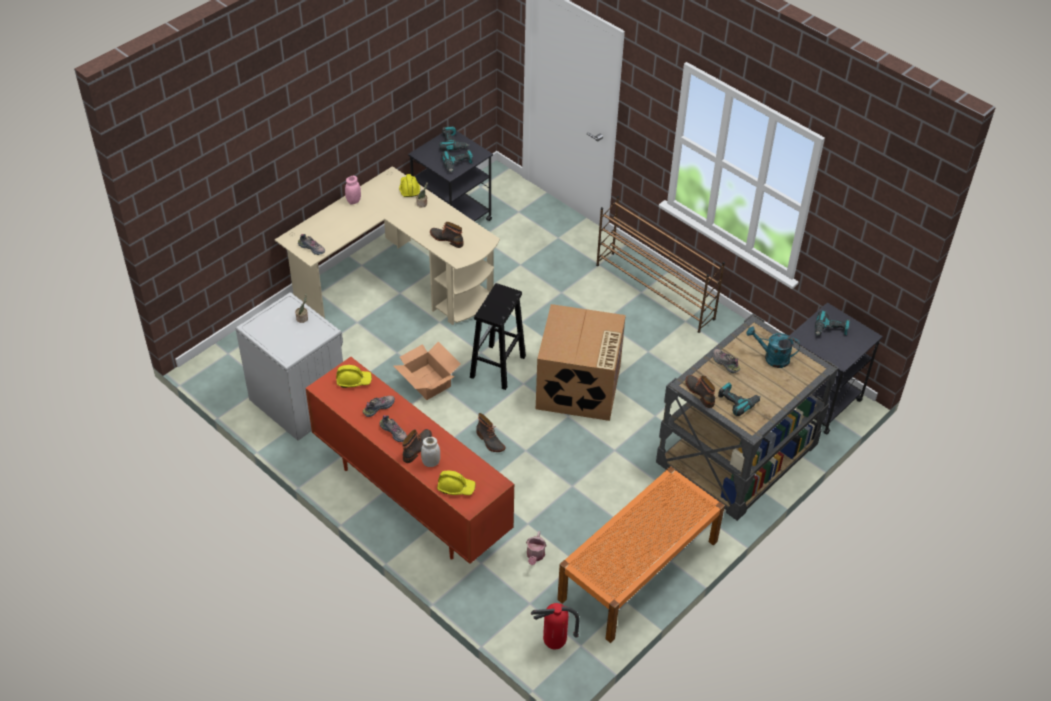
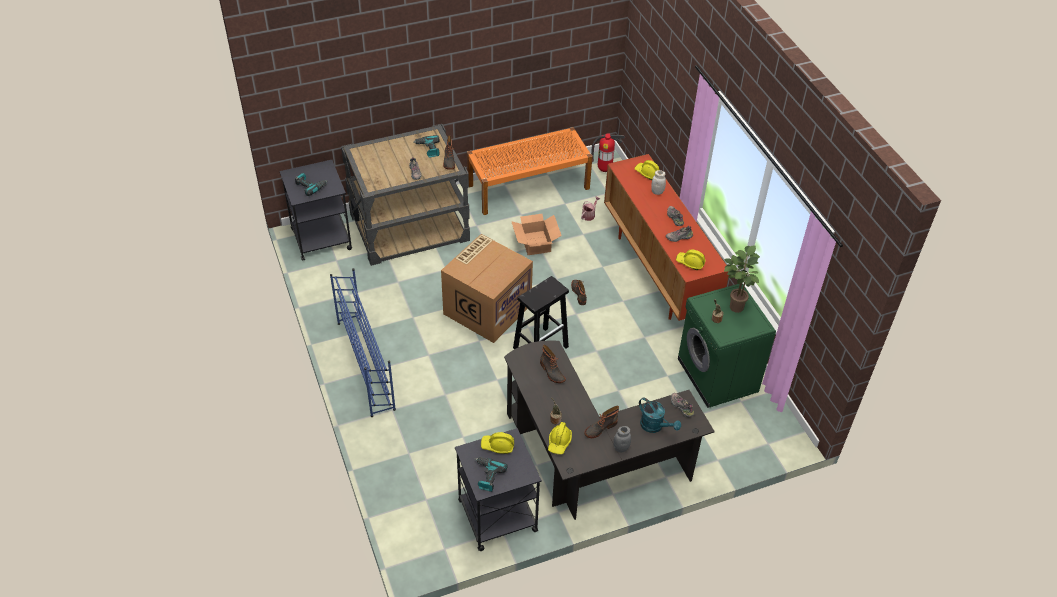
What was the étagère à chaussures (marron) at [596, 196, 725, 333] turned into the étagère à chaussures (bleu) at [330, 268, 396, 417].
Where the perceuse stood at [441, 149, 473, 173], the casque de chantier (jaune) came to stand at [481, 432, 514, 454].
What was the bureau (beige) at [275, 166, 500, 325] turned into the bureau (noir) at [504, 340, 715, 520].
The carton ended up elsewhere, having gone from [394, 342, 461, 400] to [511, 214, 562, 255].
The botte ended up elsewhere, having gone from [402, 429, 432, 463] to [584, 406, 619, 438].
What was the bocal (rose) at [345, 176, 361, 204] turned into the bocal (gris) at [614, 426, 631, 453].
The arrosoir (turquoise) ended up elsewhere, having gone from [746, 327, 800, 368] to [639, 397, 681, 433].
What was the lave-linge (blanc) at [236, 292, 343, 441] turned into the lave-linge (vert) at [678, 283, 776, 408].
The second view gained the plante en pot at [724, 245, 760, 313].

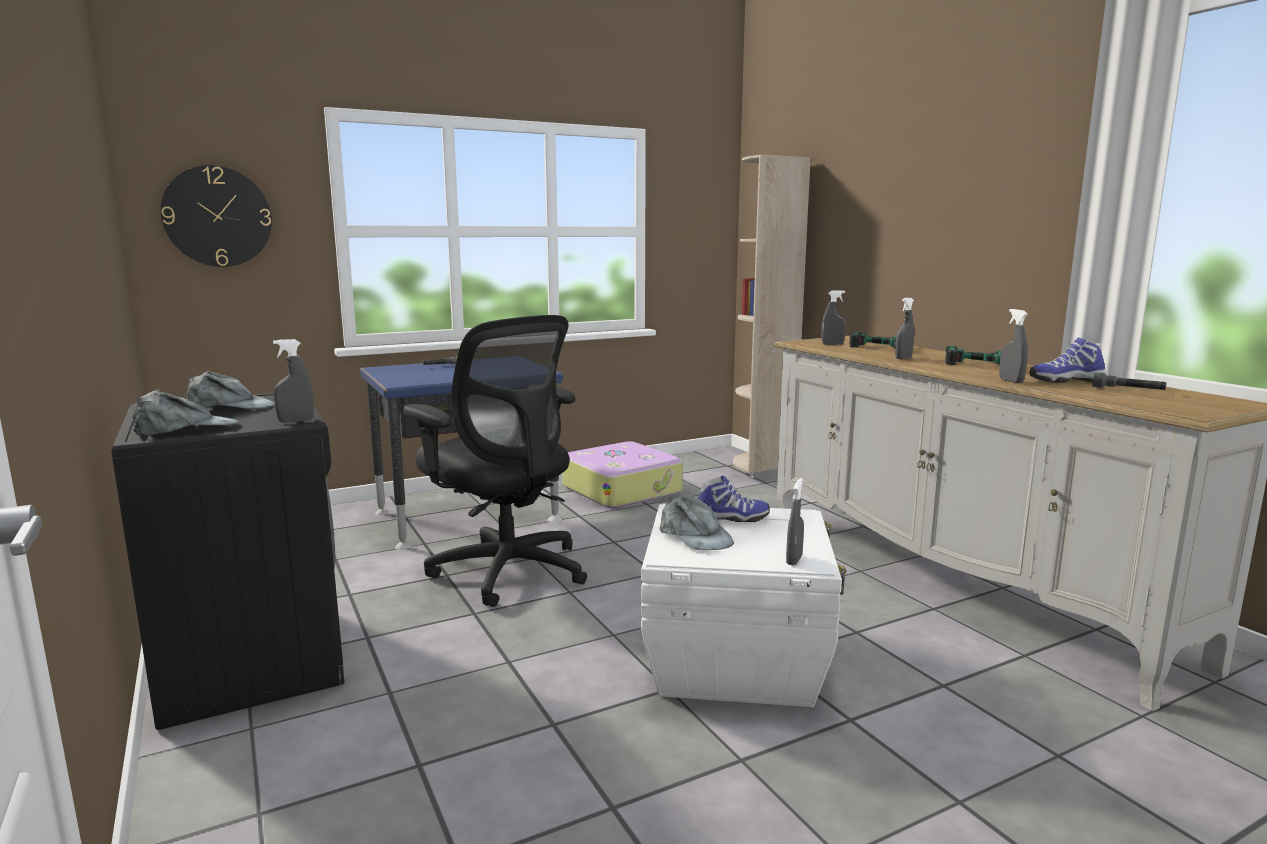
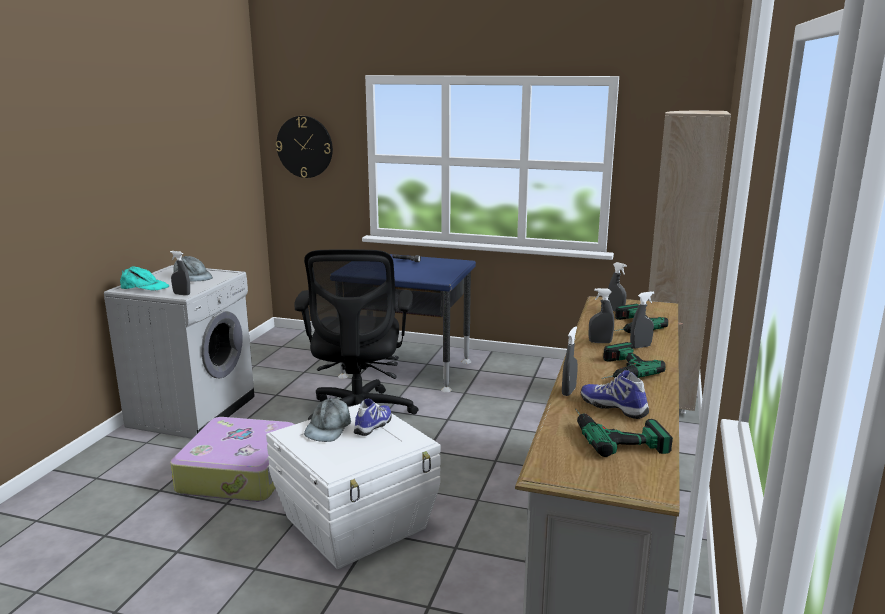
What was the lave-linge (noir) at [111, 393, 345, 730] turned into the lave-linge (blanc) at [104, 265, 255, 439].
What was the casquette (gris) at [132, 390, 239, 436] turned into the casquette (turquoise) at [120, 267, 169, 291].
The valise ended up elsewhere, having gone from [562, 441, 683, 508] to [170, 417, 295, 502].
The chaussure at [698, 476, 770, 522] ended up facing another way, 105 degrees counterclockwise from before.
Where the lampe de poche (gris) stood at [1093, 372, 1167, 390], the perceuse came to stand at [575, 409, 673, 457].
The vaporisateur (gris) ended up elsewhere, having gone from [786, 478, 804, 565] to [630, 291, 654, 349].

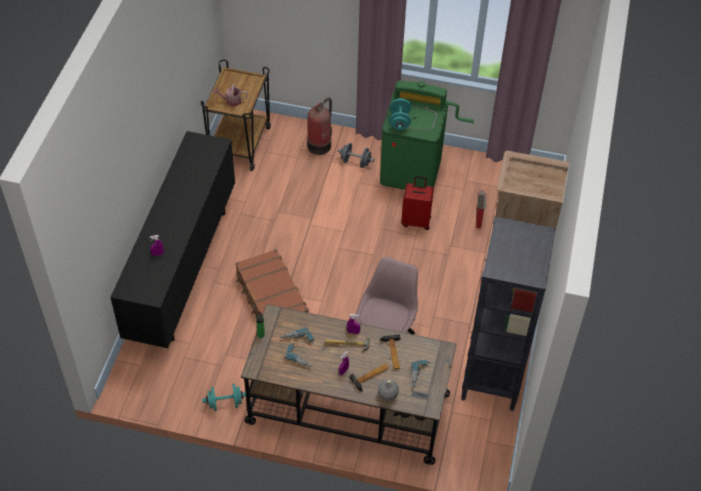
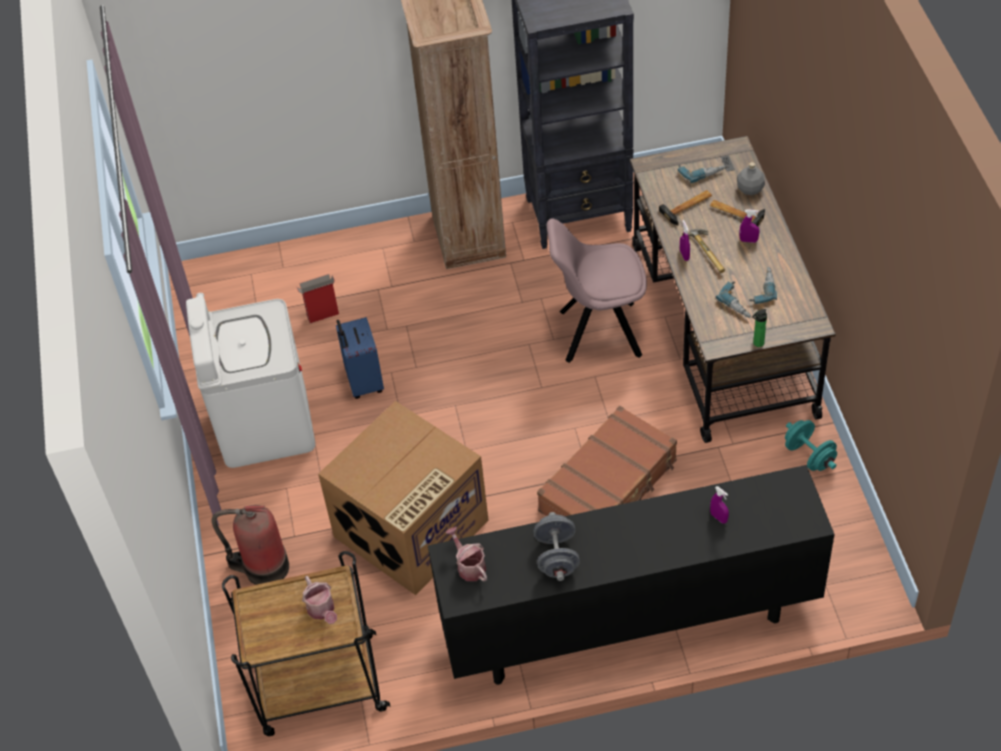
What was the lave-linge (vert) at [380, 81, 474, 190] turned into the lave-linge (blanc) at [186, 293, 315, 468].
The second view gained the carton at [318, 401, 488, 595].
What was the valise (rouge) at [401, 176, 434, 230] turned into the valise (bleu) at [336, 317, 384, 399].
The second view gained the arrosoir at [446, 527, 487, 582].
The haltère (gris) ended up elsewhere, having gone from [338, 143, 374, 168] to [533, 512, 580, 581].
The second view lost the haltère (turquoise) at [389, 98, 412, 130].

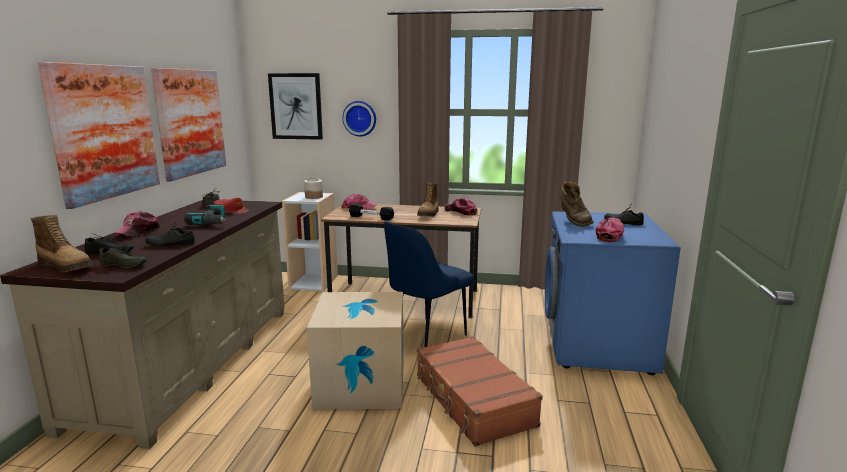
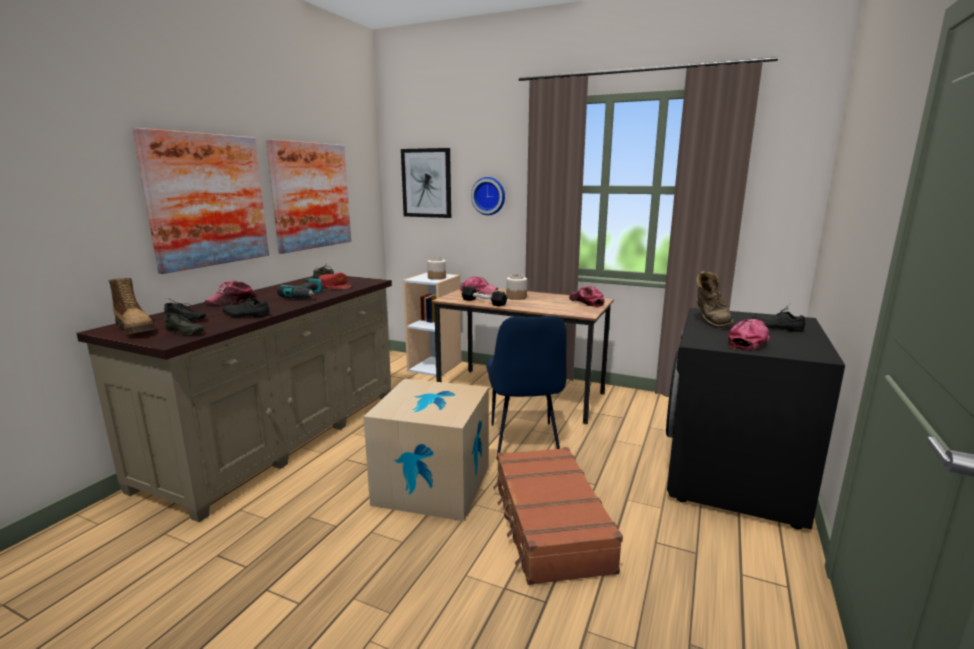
The chaise (bleu) at [384, 222, 474, 347] ended up facing another way, 60 degrees counterclockwise from before.
The second view gained the bocal at [506, 274, 527, 300].
What was the lave-linge (bleu) at [545, 212, 681, 375] turned into the lave-linge (noir) at [666, 308, 845, 529].
The second view lost the botte at [417, 182, 439, 217].

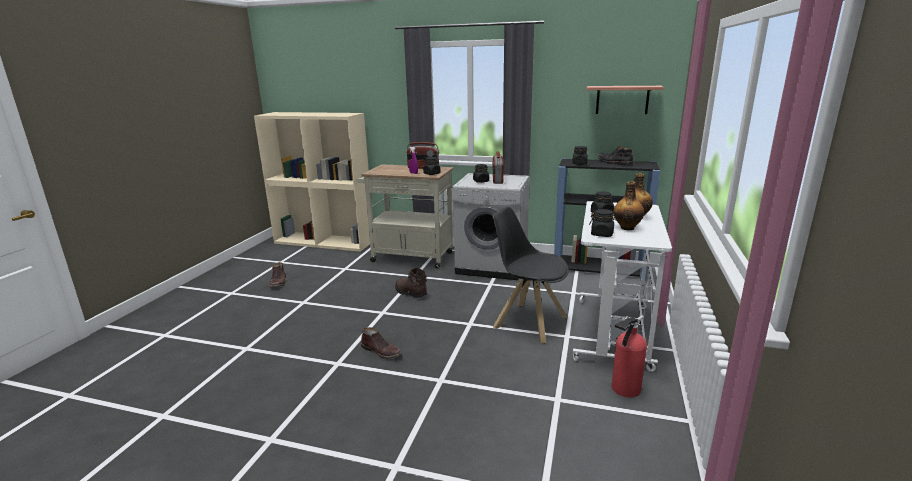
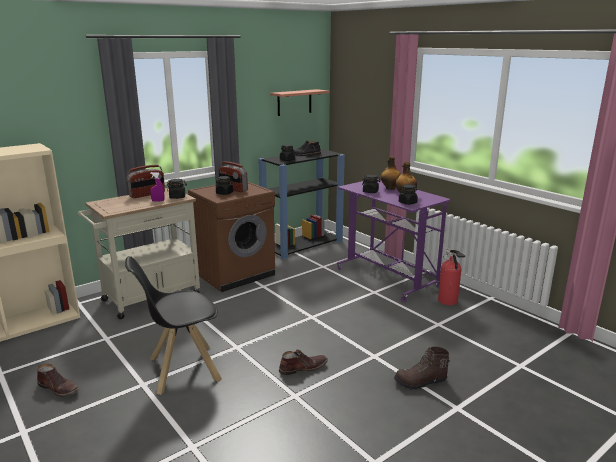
The chaise (noir) ended up elsewhere, having gone from [492, 207, 569, 343] to [125, 256, 222, 395].
What was the lave-linge (blanc) at [452, 173, 530, 280] turned into the lave-linge (marron) at [188, 182, 275, 292].
What was the bureau (blanc) at [573, 201, 672, 372] turned into the bureau (violet) at [337, 179, 450, 302].
The botte (marron) ended up elsewhere, having gone from [395, 268, 427, 298] to [394, 346, 450, 390].

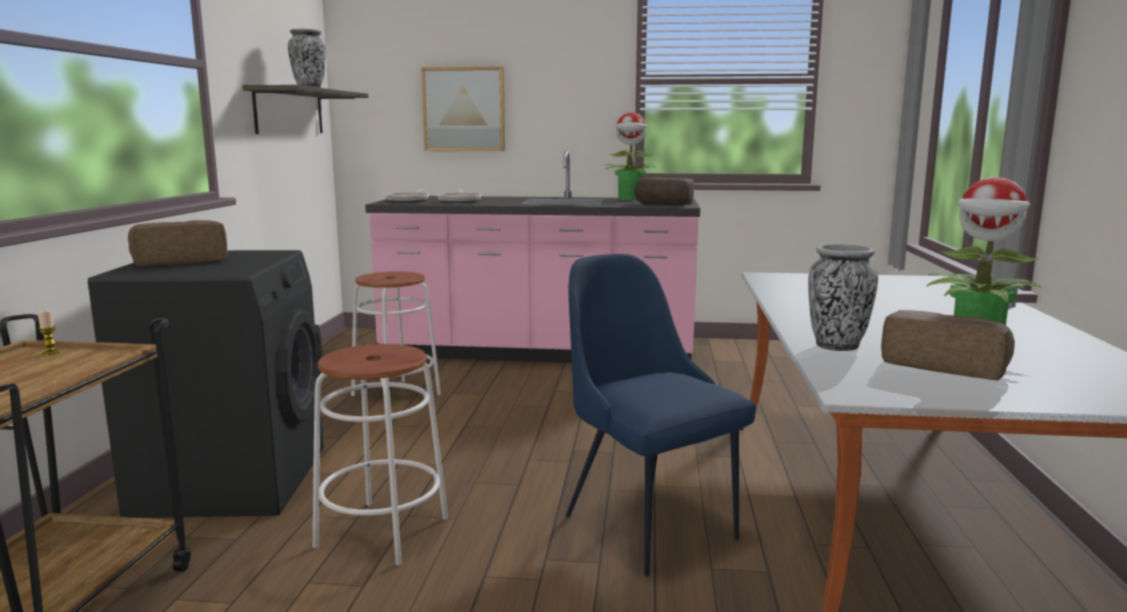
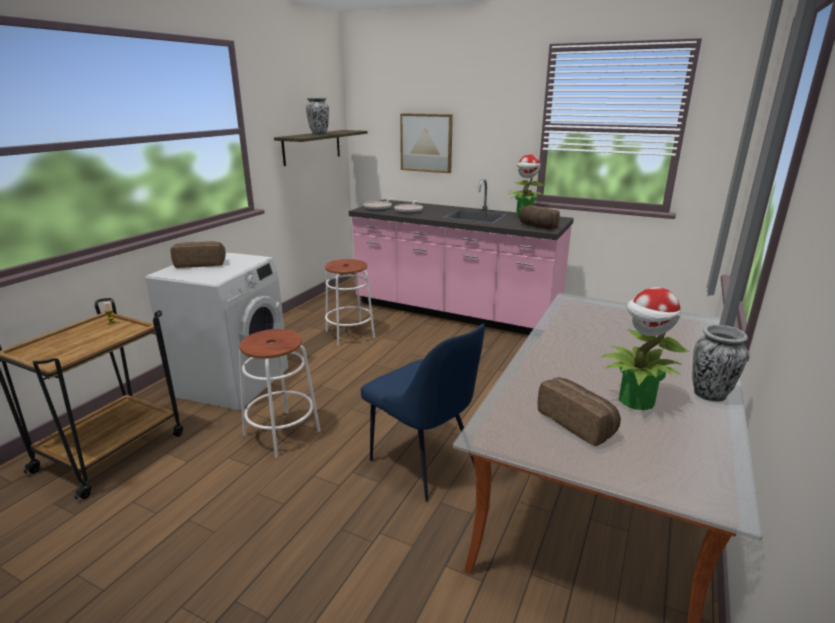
What was the lave-linge (noir) at [88, 250, 324, 518] turned into the lave-linge (blanc) at [145, 252, 288, 410].
The chaise (bleu) at [566, 254, 756, 576] ended up facing another way, 150 degrees clockwise from before.
The vase ended up elsewhere, having gone from [808, 244, 878, 351] to [692, 325, 748, 402].

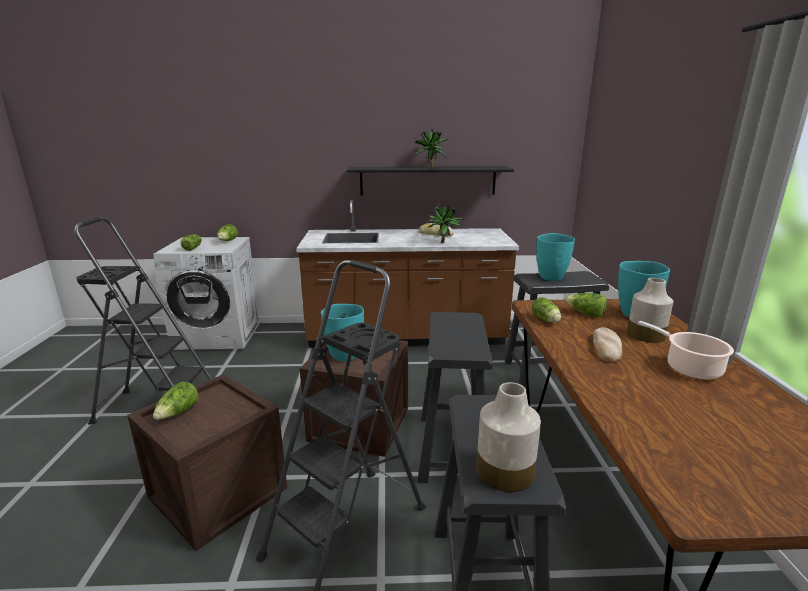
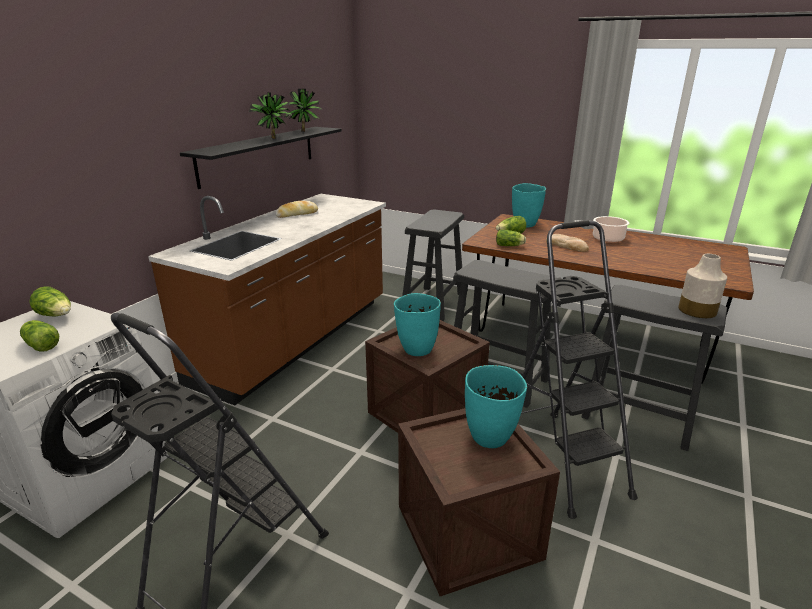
The plante en pot ended up elsewhere, having gone from [428, 205, 463, 243] to [285, 89, 322, 132].
The vase (turquoise) ended up elsewhere, having gone from [537, 233, 575, 281] to [465, 365, 527, 448].
The second view lost the laitue at [153, 382, 199, 420].
The second view lost the vase (beige) at [627, 278, 673, 343].

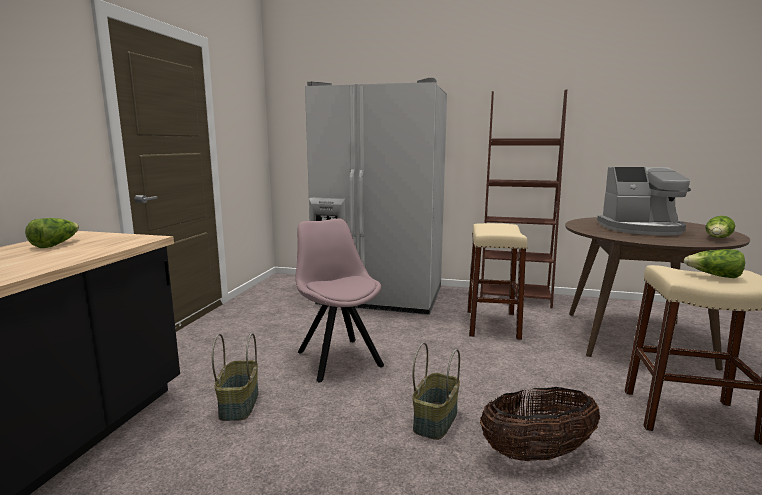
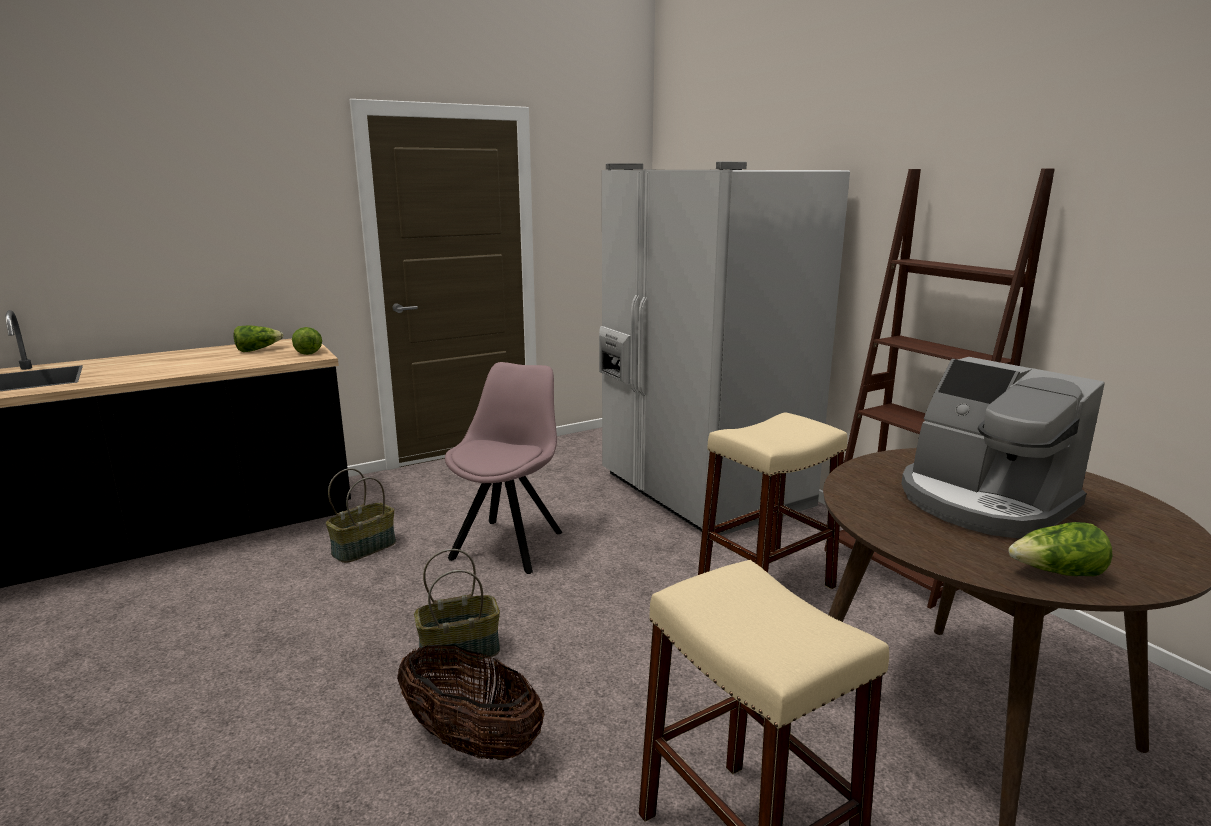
The laitue ended up elsewhere, having gone from [684, 249, 745, 278] to [292, 327, 322, 355].

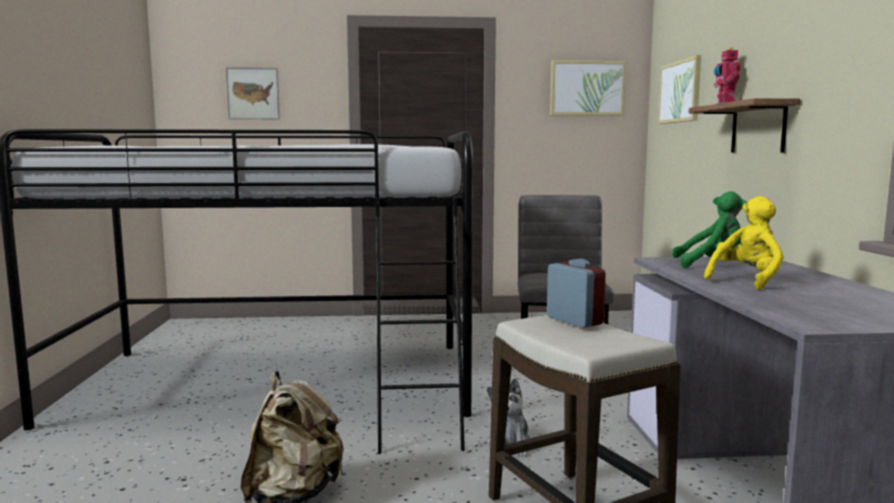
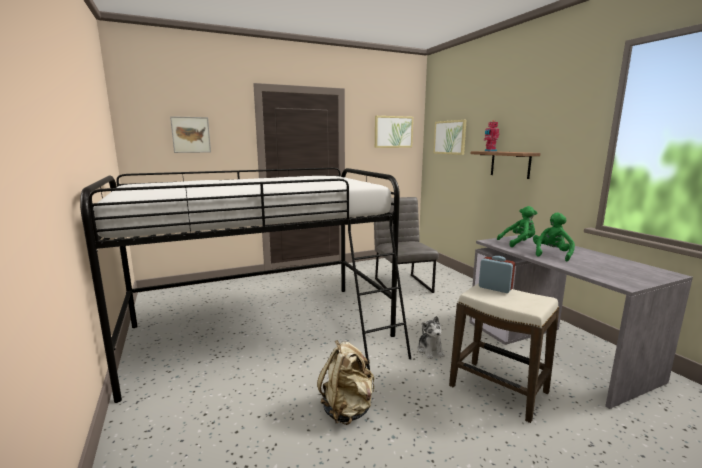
What was the peluche (jaune) at [704, 196, 784, 290] turned into the peluche (vert) at [533, 213, 575, 261].

